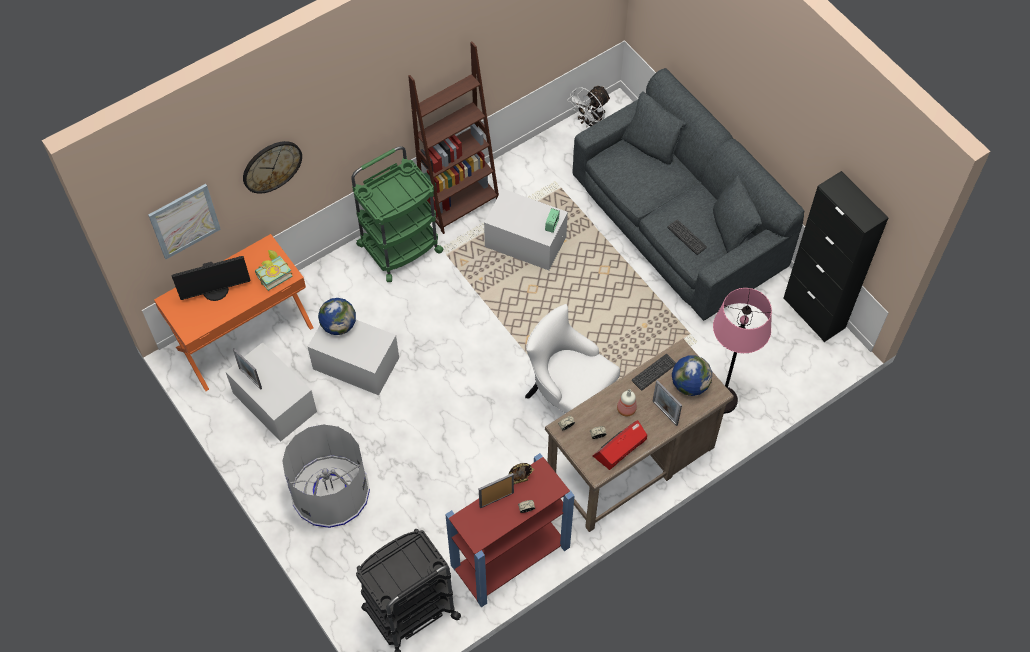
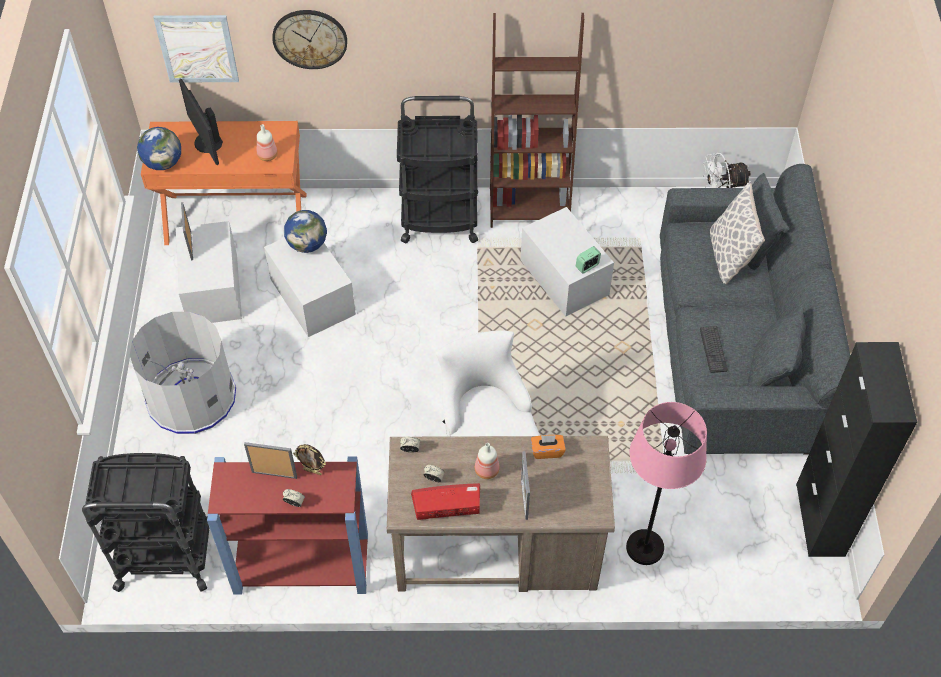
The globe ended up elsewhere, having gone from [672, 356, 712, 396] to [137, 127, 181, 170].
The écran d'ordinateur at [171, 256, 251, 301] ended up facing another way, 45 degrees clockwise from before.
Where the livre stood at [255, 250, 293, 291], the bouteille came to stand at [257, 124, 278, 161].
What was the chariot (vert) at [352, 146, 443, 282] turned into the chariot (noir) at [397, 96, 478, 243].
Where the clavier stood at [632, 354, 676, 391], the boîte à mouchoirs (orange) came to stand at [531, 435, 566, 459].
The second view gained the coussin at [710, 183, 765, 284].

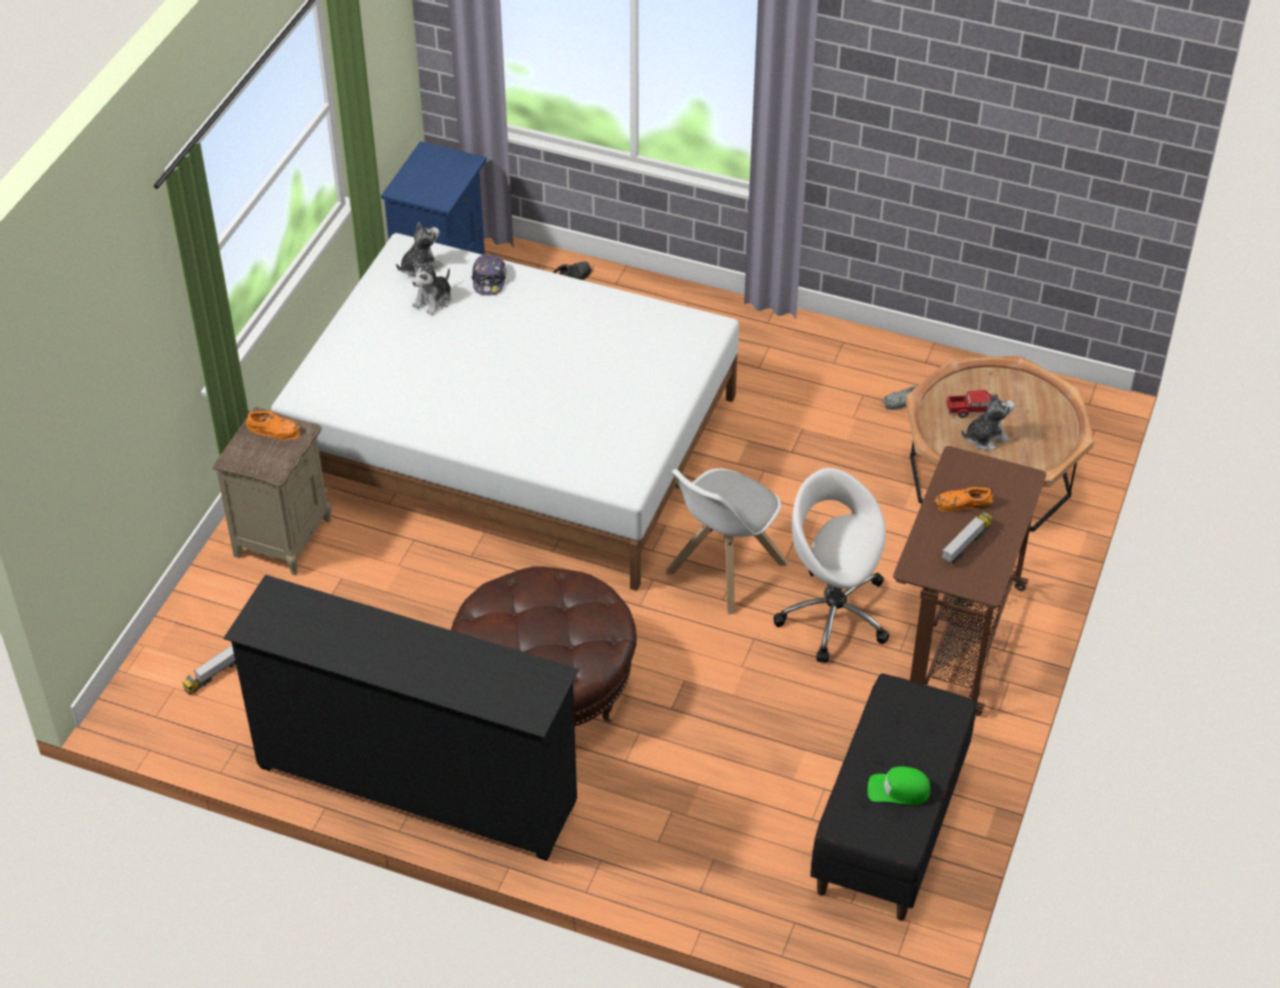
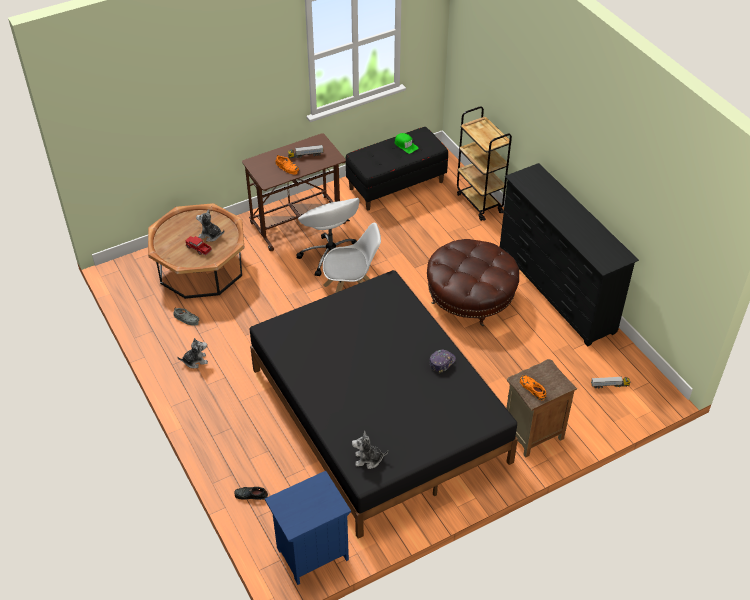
The peluche ended up elsewhere, having gone from [412, 261, 451, 315] to [178, 338, 208, 368].
What was the lit (blanc) at [271, 233, 739, 591] turned into the lit (noir) at [250, 270, 518, 539].
The casquette ended up elsewhere, having gone from [471, 254, 507, 296] to [430, 349, 456, 373].
The second view gained the chariot (marron) at [457, 106, 512, 221].

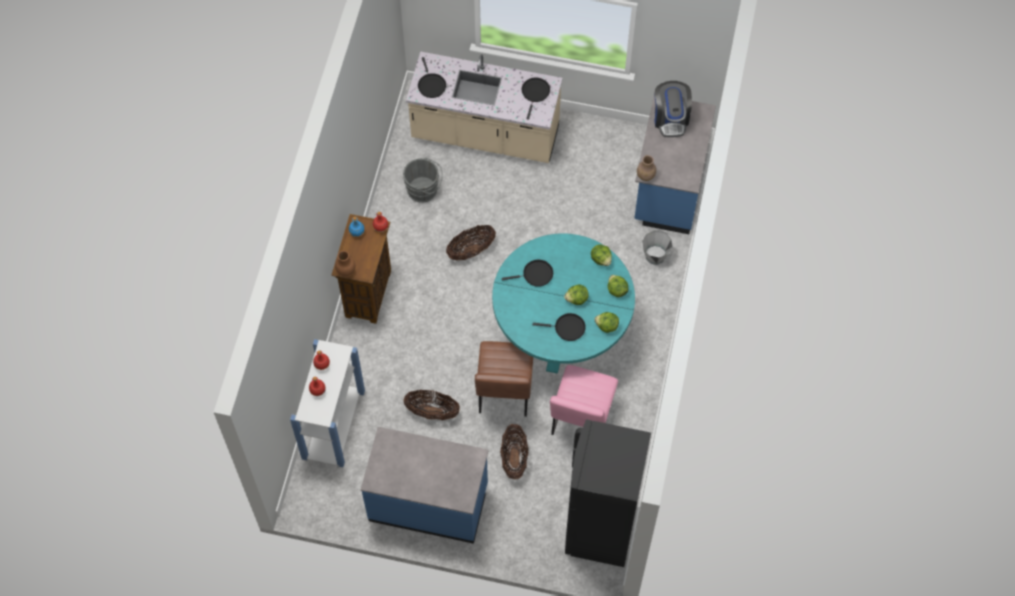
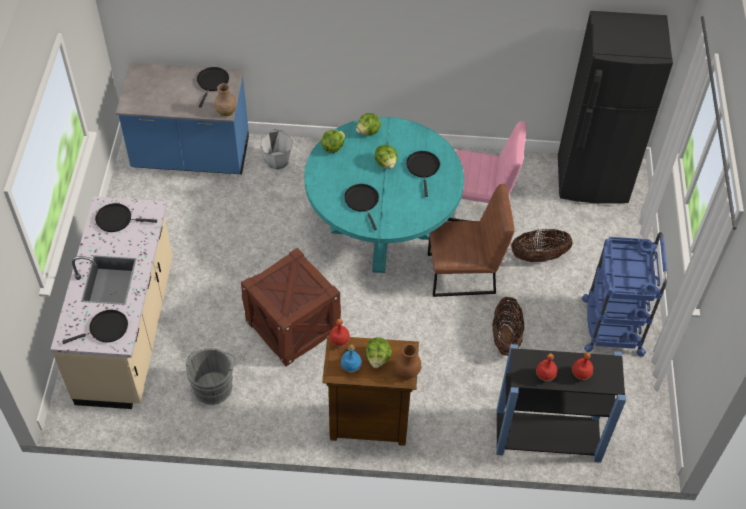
The second view gained the poêle (noir) at [197, 67, 229, 108].
Where the panier stood at [446, 225, 496, 261], the caisse came to stand at [241, 247, 341, 366].
The laitue ended up elsewhere, having gone from [595, 312, 619, 333] to [366, 337, 392, 368].
What was the bibliothèque (blanc) at [290, 339, 365, 467] turned into the bibliothèque (noir) at [496, 344, 626, 462].
Where the comptoir de cuisine (bleu) stood at [361, 427, 489, 544], the chariot (bleu) came to stand at [582, 232, 667, 357].
The second view lost the machine à café at [655, 81, 692, 137].

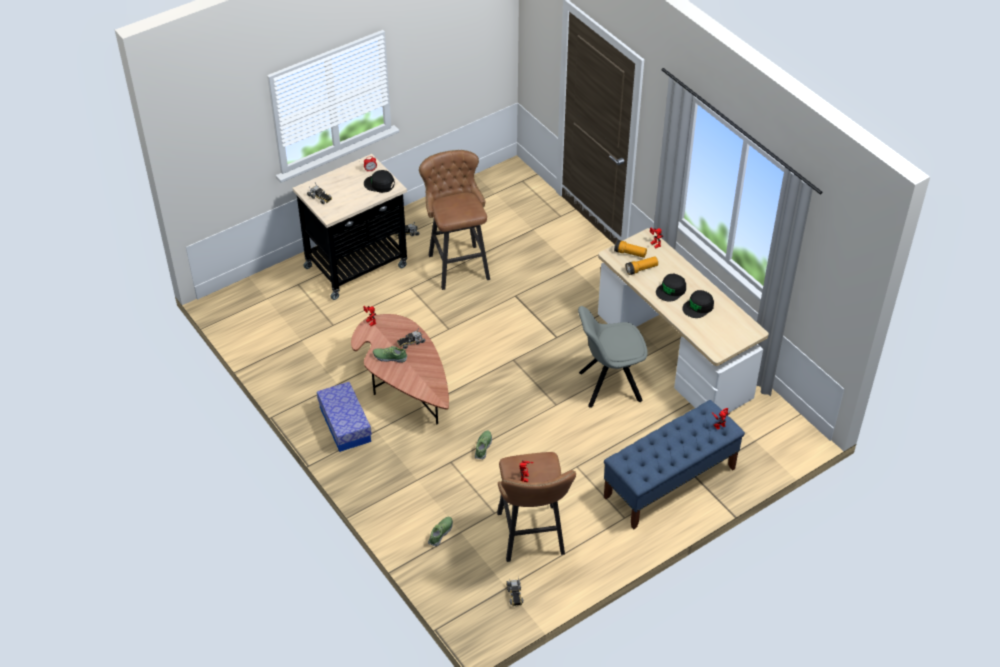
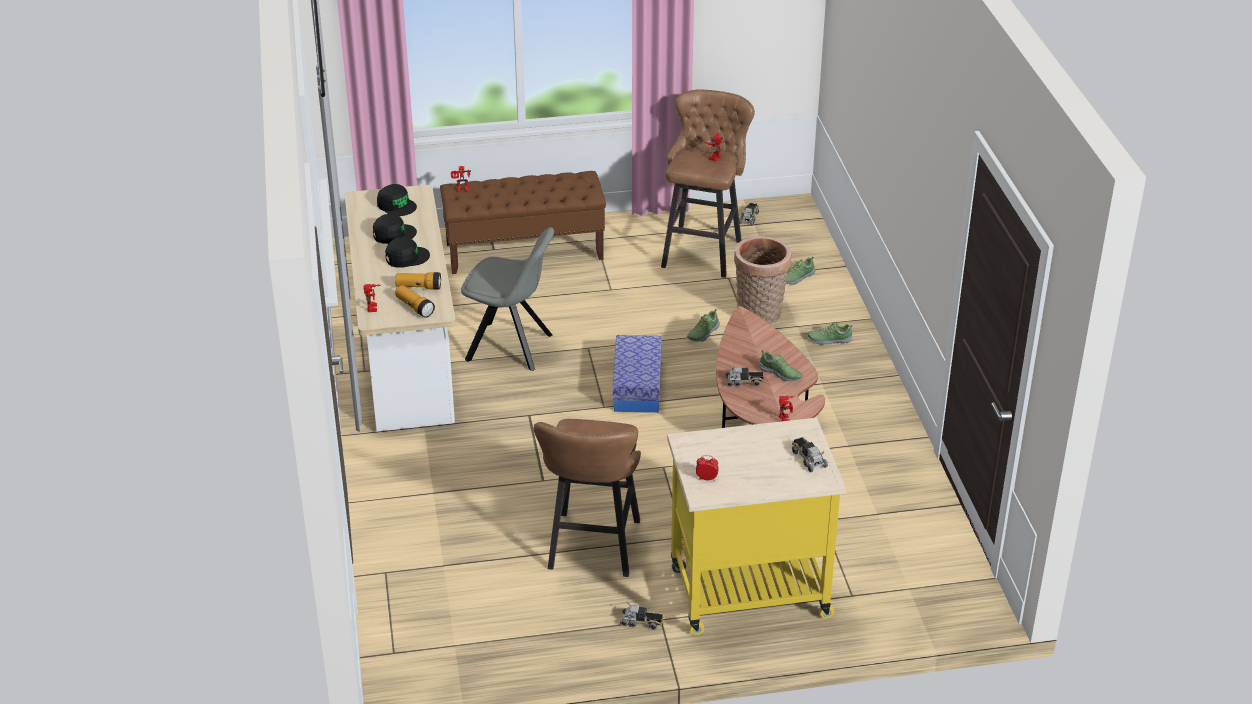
The casquette (noir) ended up elsewhere, having gone from [364, 170, 395, 193] to [377, 184, 417, 216].
What was the banc (bleu) at [604, 400, 745, 529] turned into the banc (marron) at [440, 171, 606, 274].
The boîte de rangement ended up elsewhere, having gone from [317, 382, 372, 452] to [613, 335, 662, 413].
What was the chariot (noir) at [293, 154, 407, 300] turned into the chariot (jaune) at [667, 418, 846, 635].
The second view gained the panier at [734, 236, 791, 325].
The second view gained the chaussure at [808, 323, 853, 345].

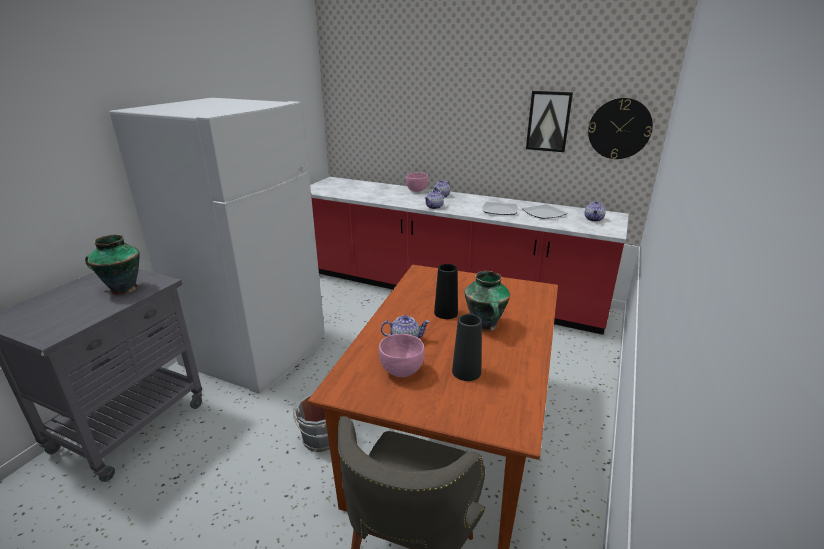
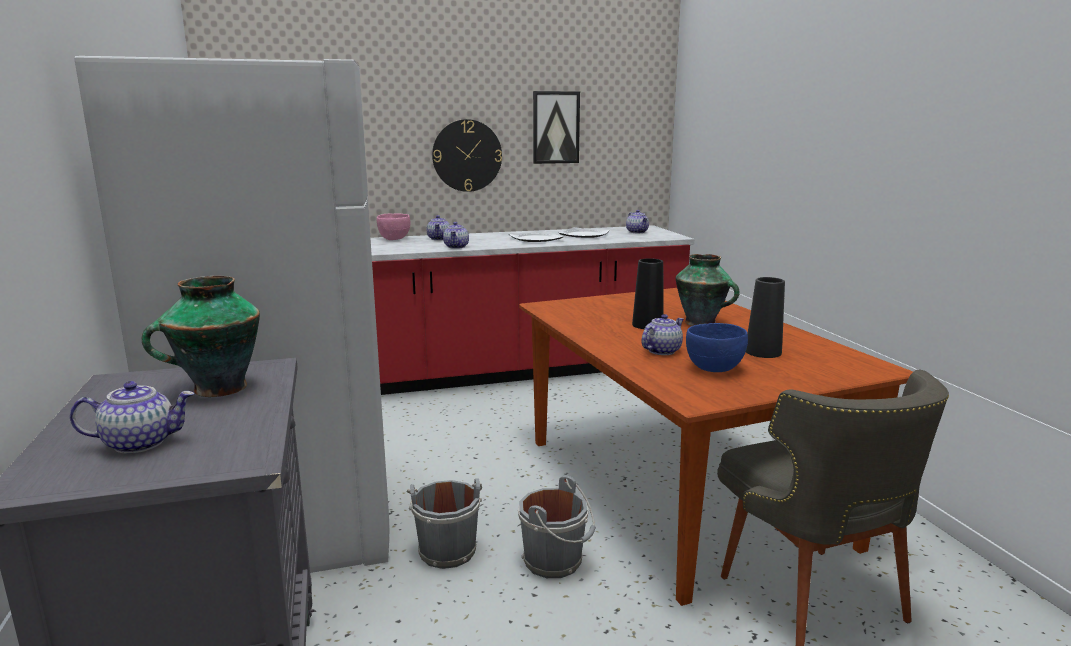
The second view gained the théière at [70, 381, 194, 454].
The second view gained the seau (gris) at [407, 478, 482, 569].
The horloge murale ended up elsewhere, having gone from [588, 98, 653, 159] to [432, 119, 502, 192].
What was the bol (rose) at [379, 334, 425, 377] turned into the bol (bleu) at [686, 323, 748, 372].

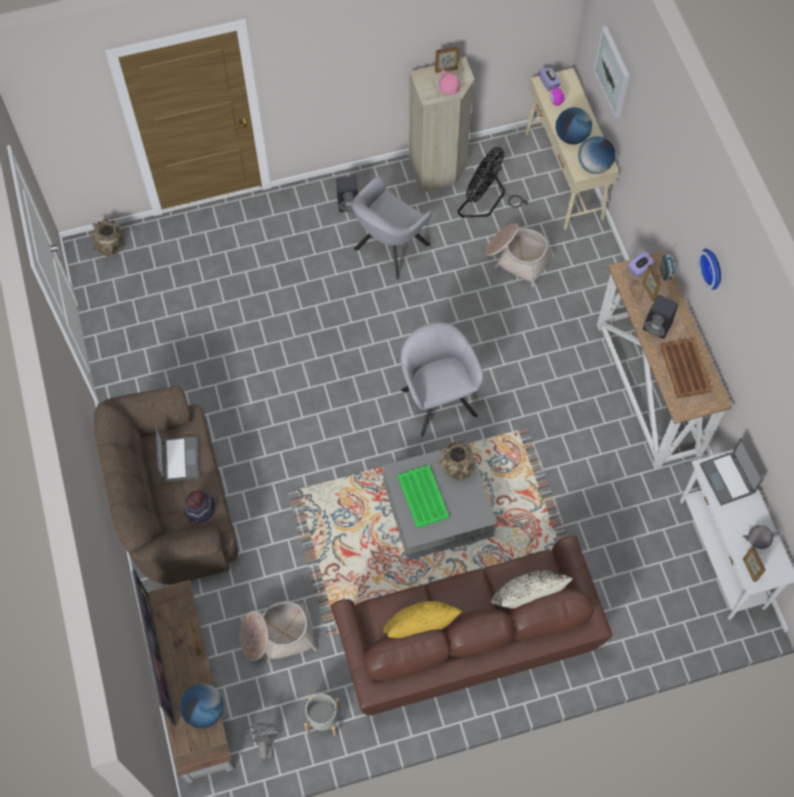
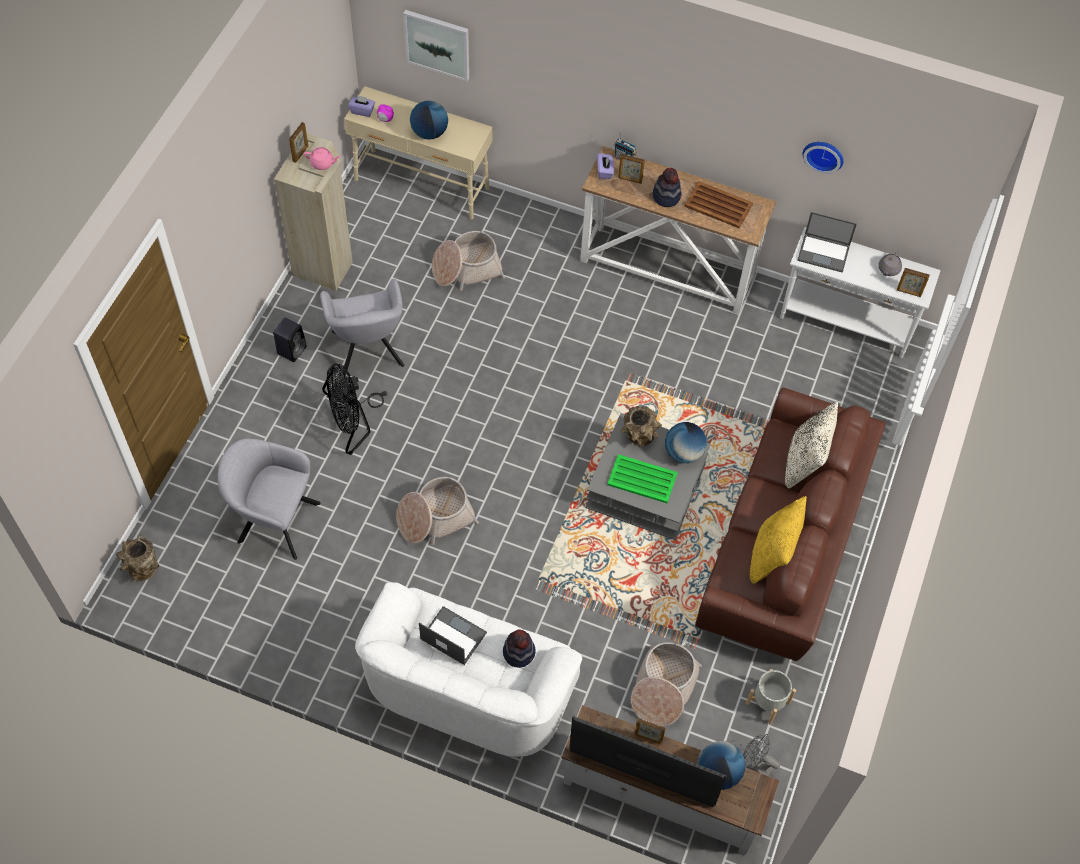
The fauteuil (gris) ended up elsewhere, having gone from [400, 322, 484, 436] to [218, 439, 321, 560].
The ventilateur (noir) ended up elsewhere, having gone from [458, 147, 528, 218] to [322, 363, 388, 455].
What was the canapé (marron) at [94, 385, 238, 585] turned into the canapé (blanc) at [355, 582, 582, 757].
The second view gained the panier at [396, 477, 479, 545].
Where the enceinte (noir) stood at [643, 295, 678, 339], the chapeau came to stand at [653, 168, 682, 207].
The globe ended up elsewhere, having gone from [578, 136, 615, 174] to [665, 422, 707, 463].
The horloge murale ended up elsewhere, having gone from [698, 249, 721, 290] to [803, 142, 843, 174].

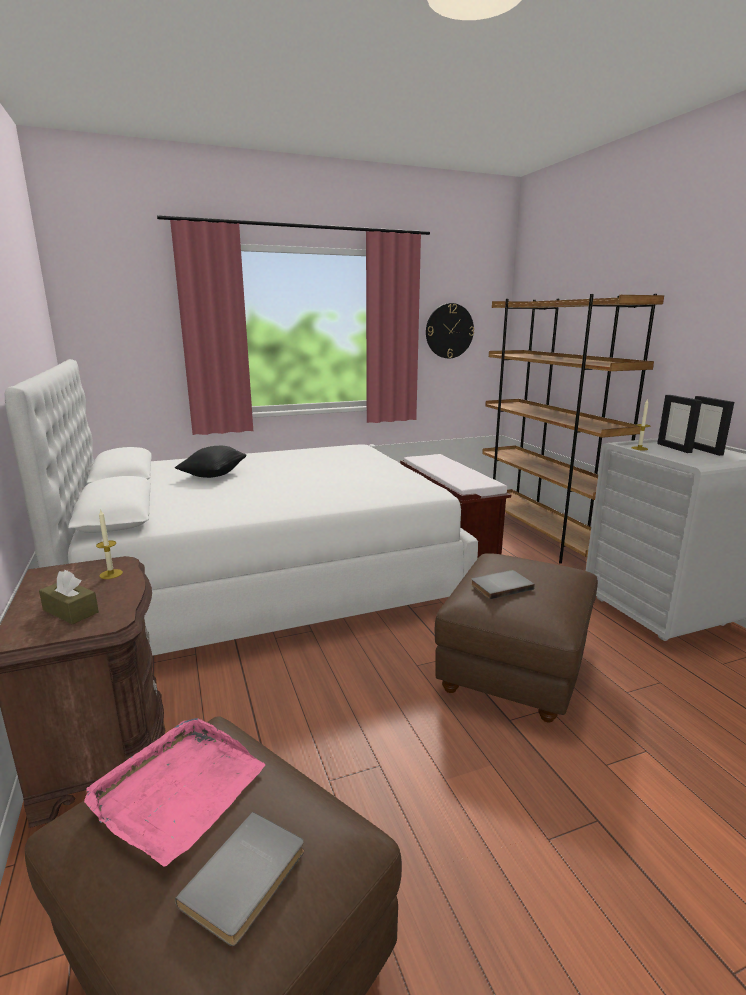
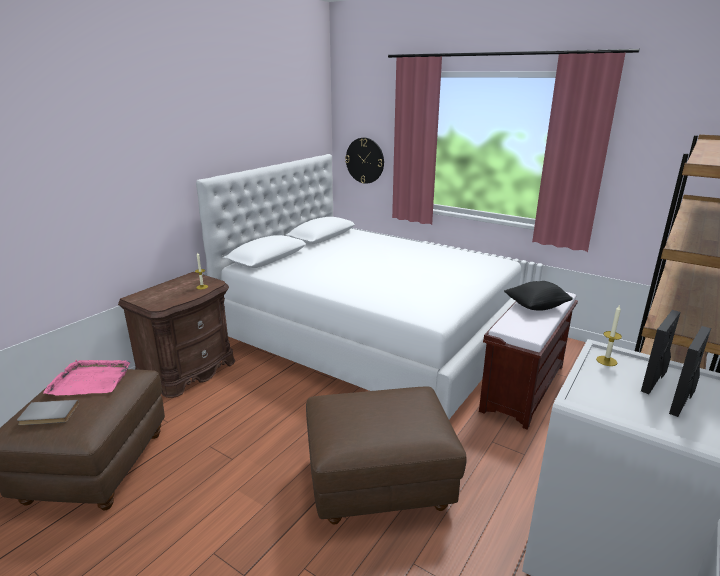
The horloge murale ended up elsewhere, having gone from [426, 303, 474, 358] to [345, 138, 384, 184].
The coussin (noir) ended up elsewhere, having gone from [174, 446, 247, 478] to [504, 281, 573, 311].
The second view lost the boîte à mouchoirs (marron) at [39, 570, 99, 624].
The second view lost the livre (gris) at [471, 570, 535, 600].

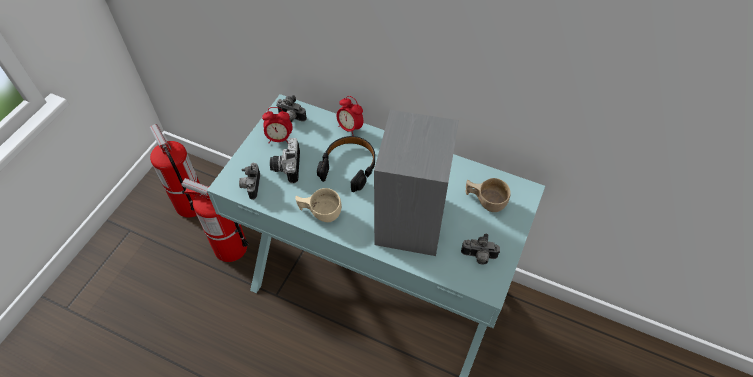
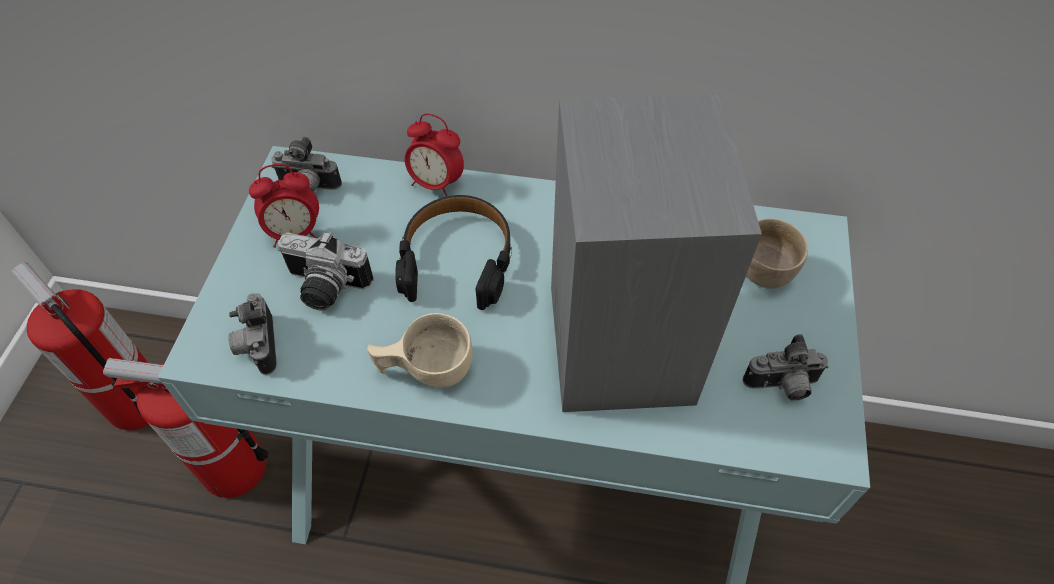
The appareil photo at [270, 138, 300, 183] ended up facing another way, 60 degrees counterclockwise from before.

